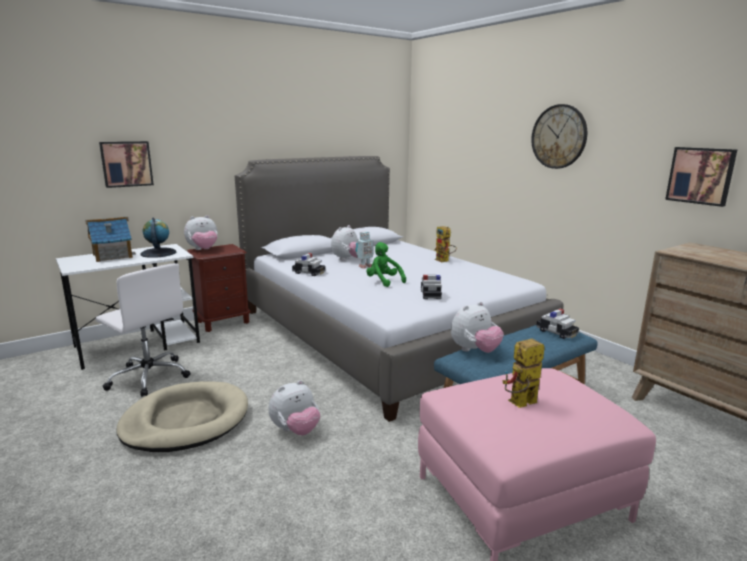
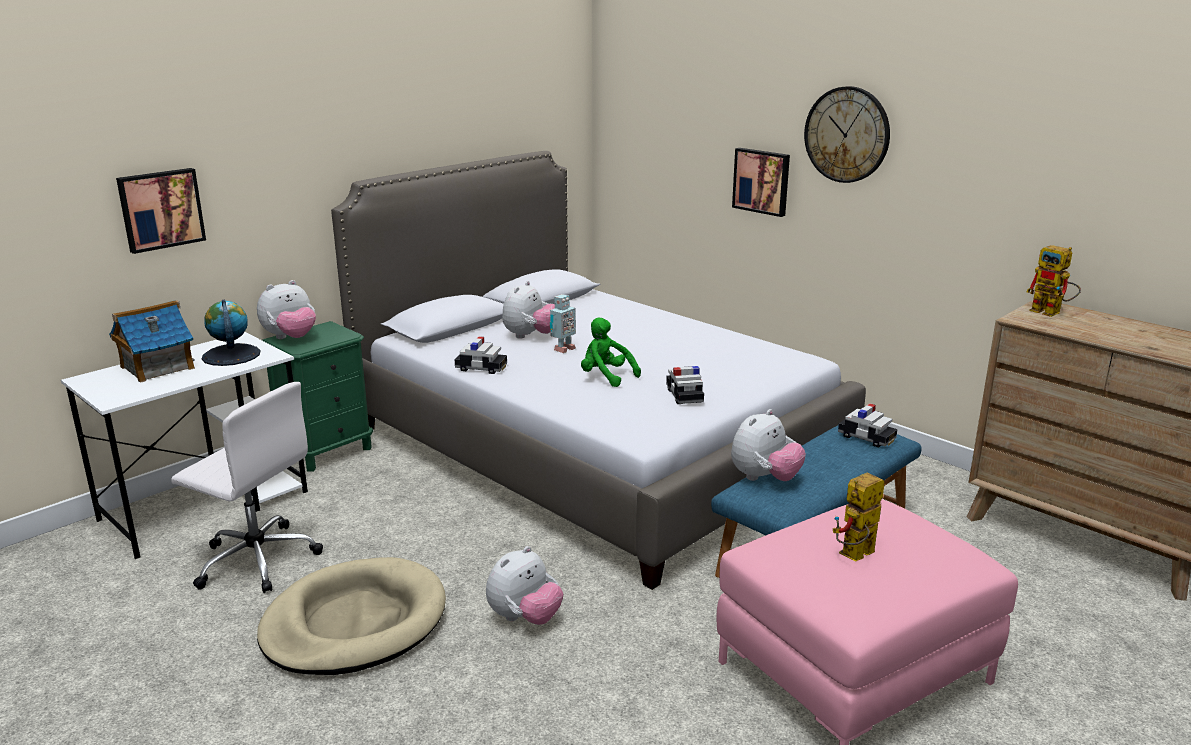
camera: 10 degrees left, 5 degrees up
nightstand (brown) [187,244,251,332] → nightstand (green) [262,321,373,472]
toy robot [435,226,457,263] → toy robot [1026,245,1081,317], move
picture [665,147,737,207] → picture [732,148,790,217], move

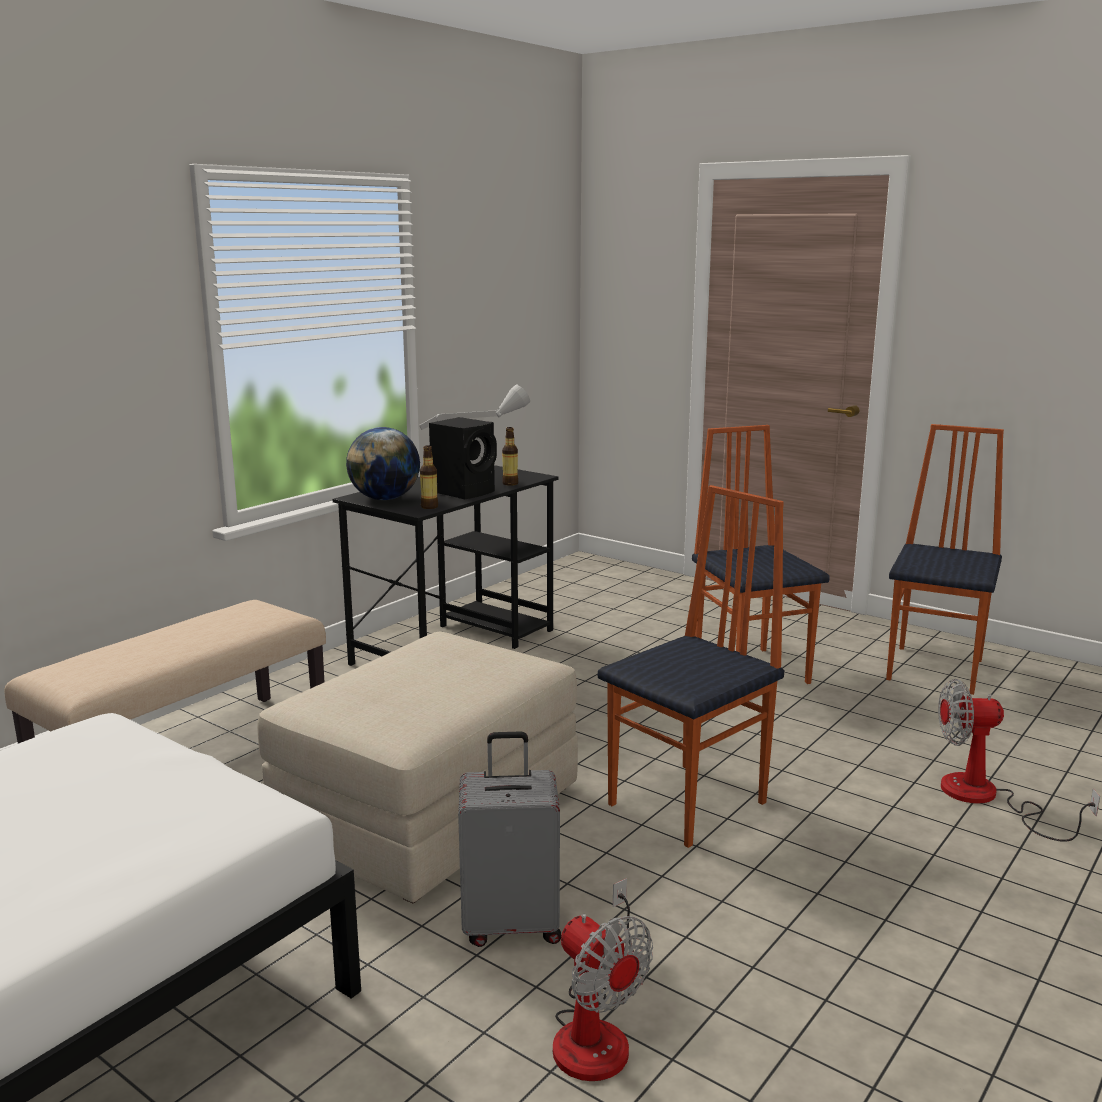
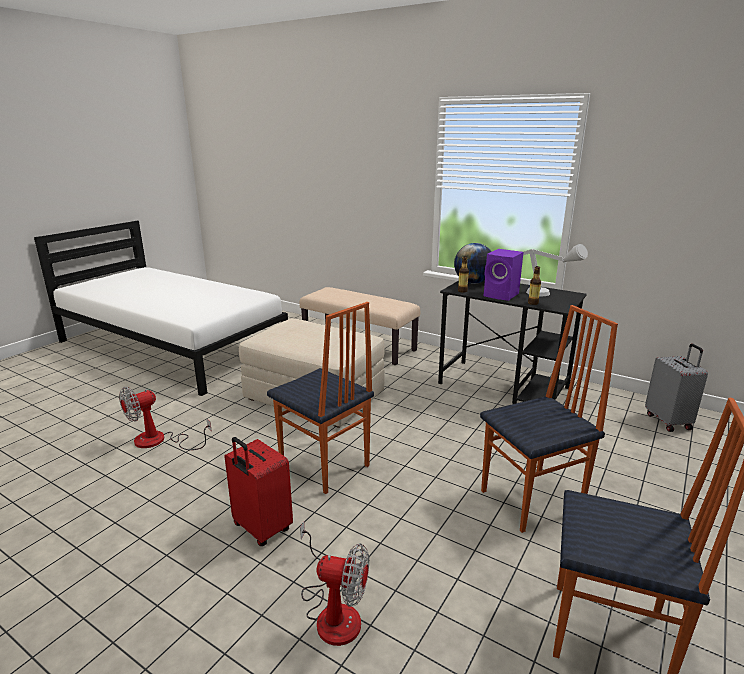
camera: 85 degrees right, 5 degrees up
speaker (black) [429,417,497,499] → speaker (purple) [484,249,524,301]
suitcase (grey) [458,731,561,947] → suitcase (grey) [645,344,708,432], move
fan [938,679,1100,842] → fan [300,521,369,646], 105 degrees clockwise
- → suitcase (red) [224,437,293,546]

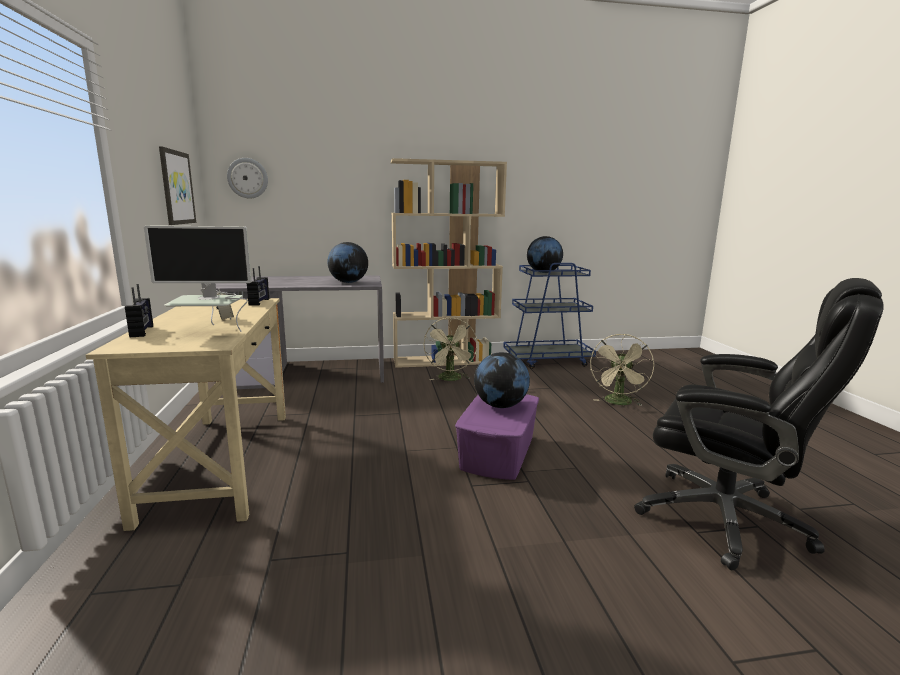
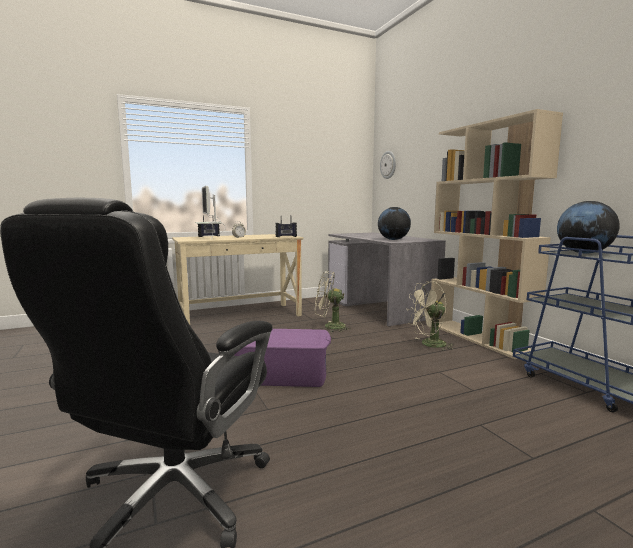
camera: 75 degrees right, 5 degrees down
picture [159,146,196,225] → -
globe [474,352,530,408] → -
fan (beige) [590,334,654,406] → fan (beige) [315,271,352,332], move

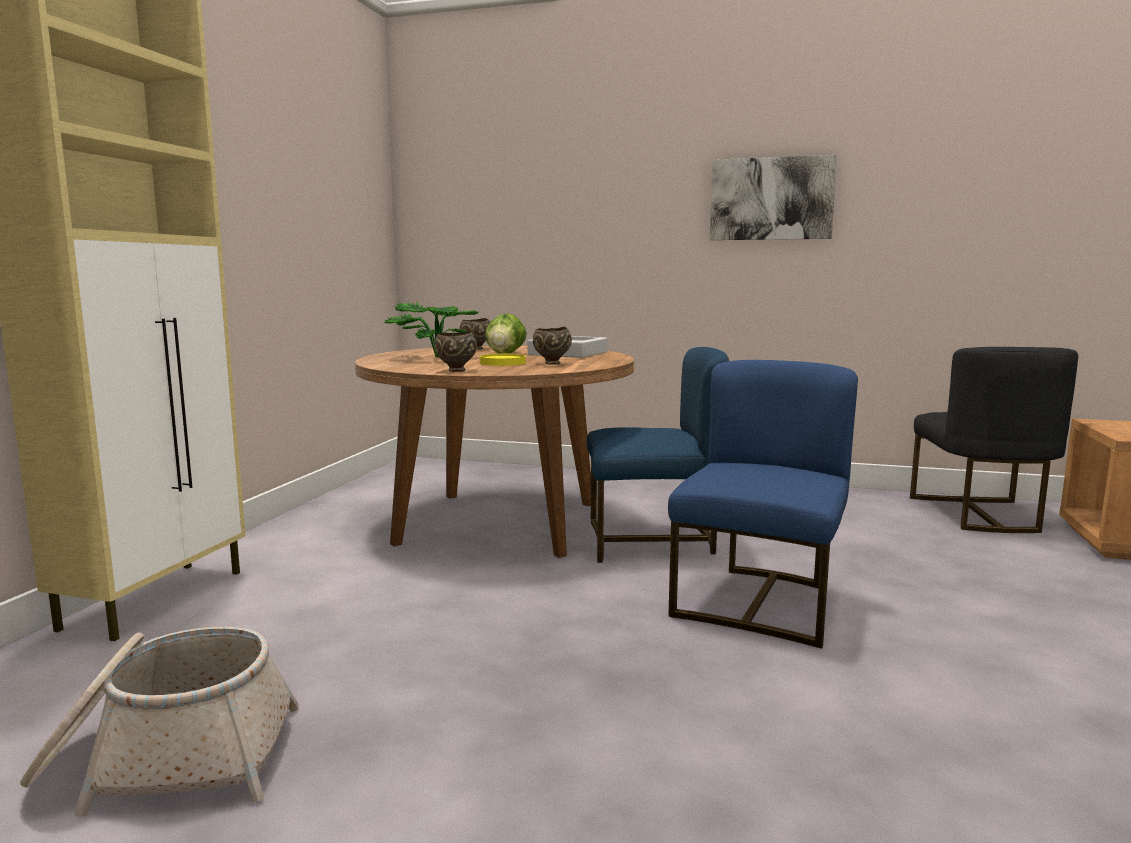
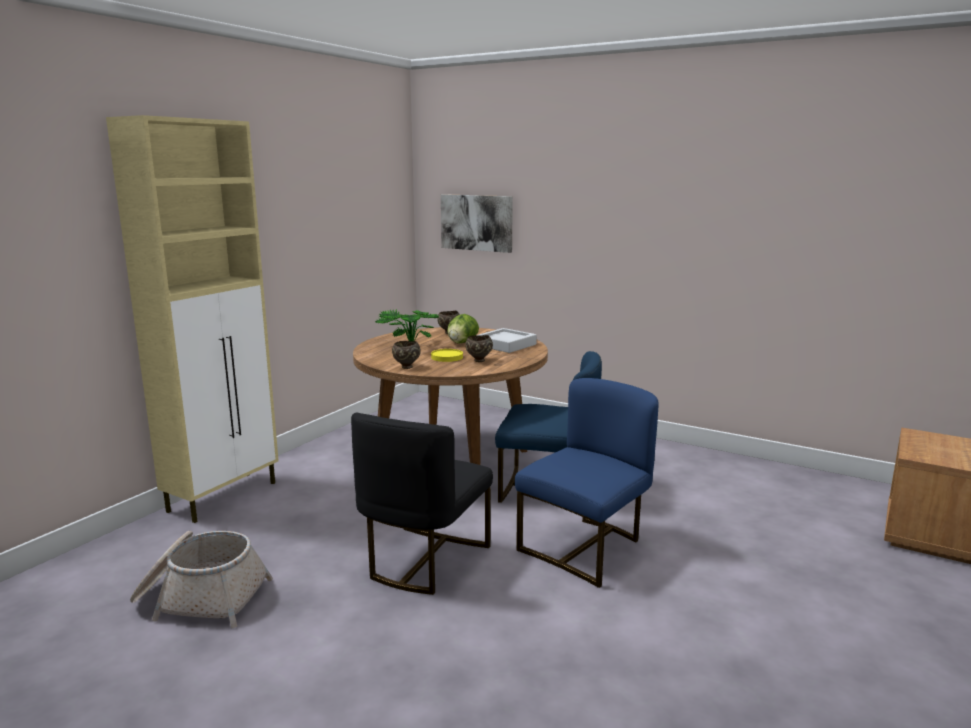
camera: 15 degrees right, 5 degrees up
picture [710,155,837,240] → picture [441,194,513,253], move
chair (black) [910,347,1078,533] → chair (black) [351,412,493,595], move

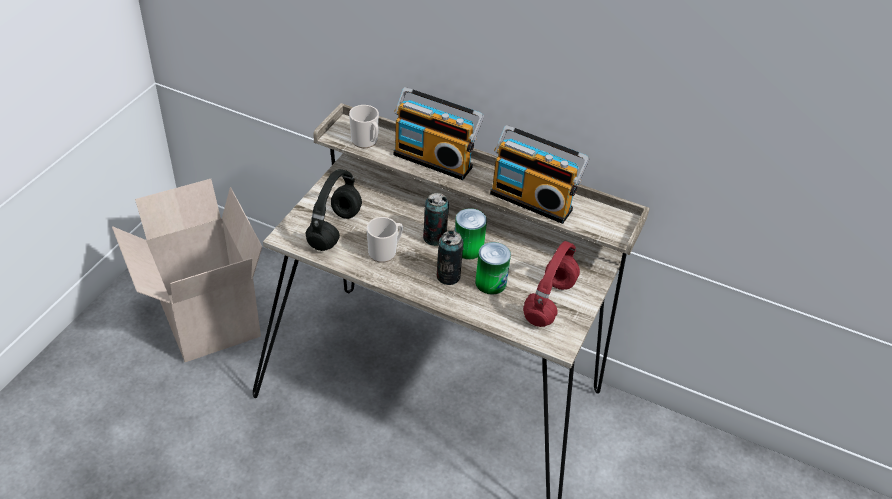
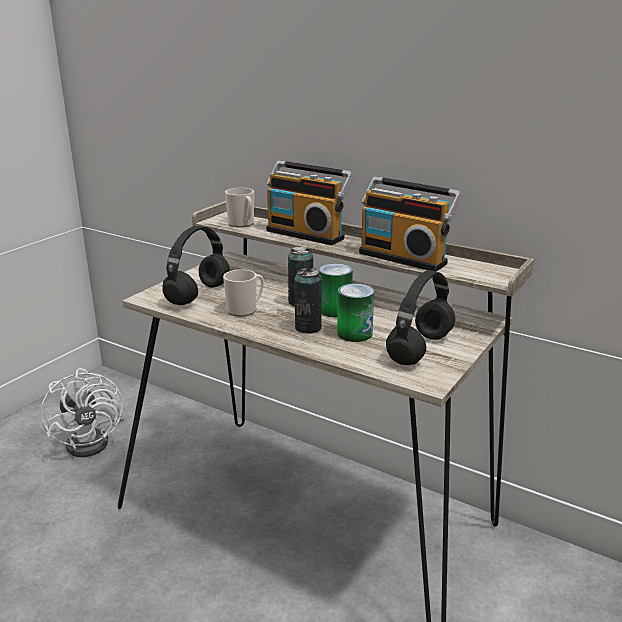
camera: 10 degrees right, 20 degrees down
cardboard box [112,179,262,362] → fan (white) [41,368,125,457]
headphones (red) [523,241,580,327] → headphones (black) [386,270,455,365]

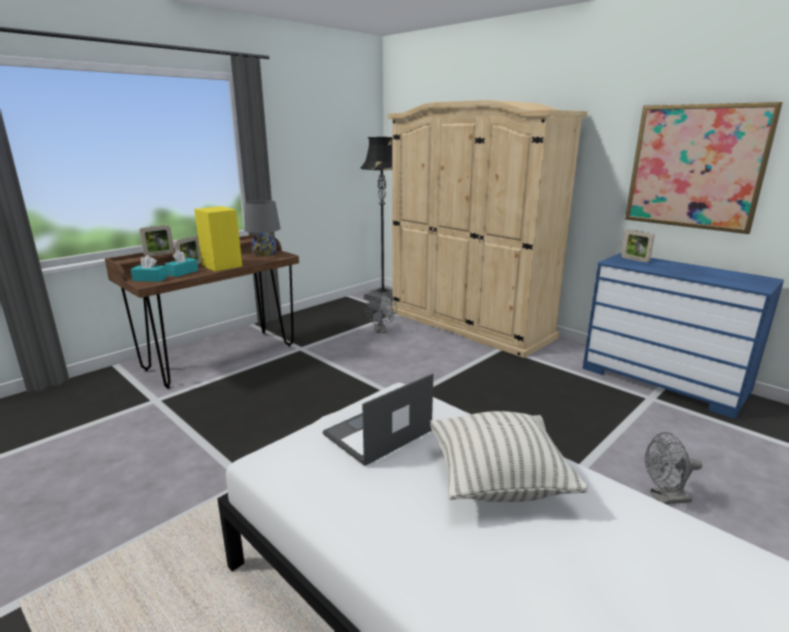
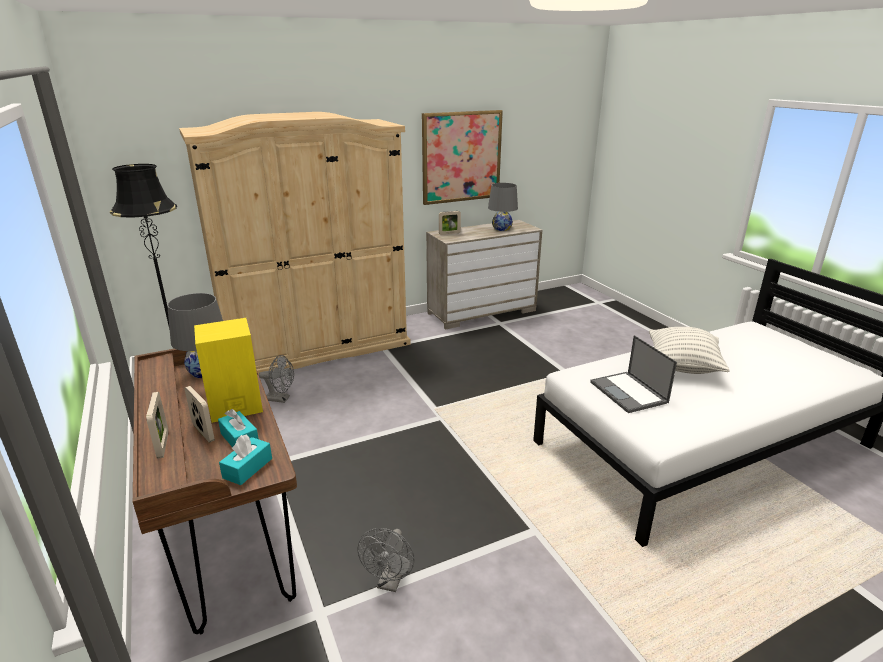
camera: 70 degrees left, 5 degrees up
dresser (blue) [582,253,784,419] → dresser (beige) [426,220,543,330]
fan (grey) [645,432,702,504] → fan (grey) [357,528,415,592], move
- → table lamp (grey) [488,183,518,231]

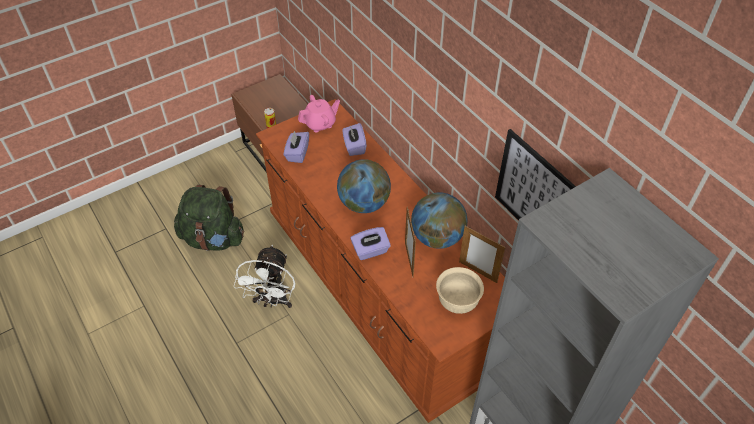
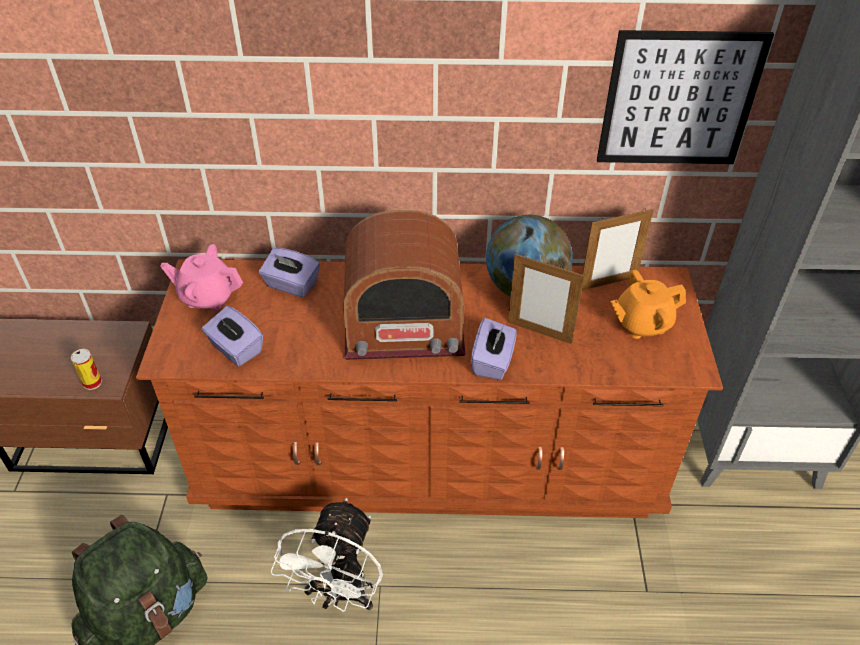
camera: 55 degrees left, 5 degrees down
fan (white) [233,245,296,308] → fan (white) [271,498,383,612], 60 degrees clockwise
teapot (pink) [298,95,340,133] → teapot (pink) [160,244,243,311], 90 degrees counterclockwise
globe [337,159,391,213] → radio [343,210,466,360]
bowl (beige) [436,267,484,314] → teapot (orange) [610,270,686,339]

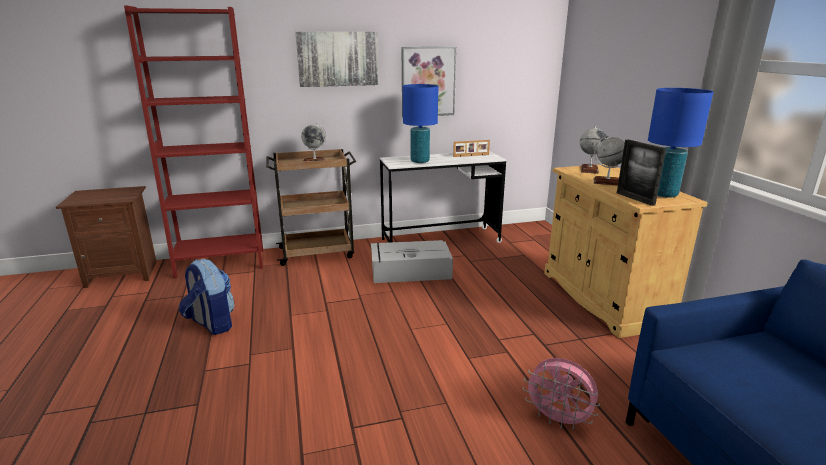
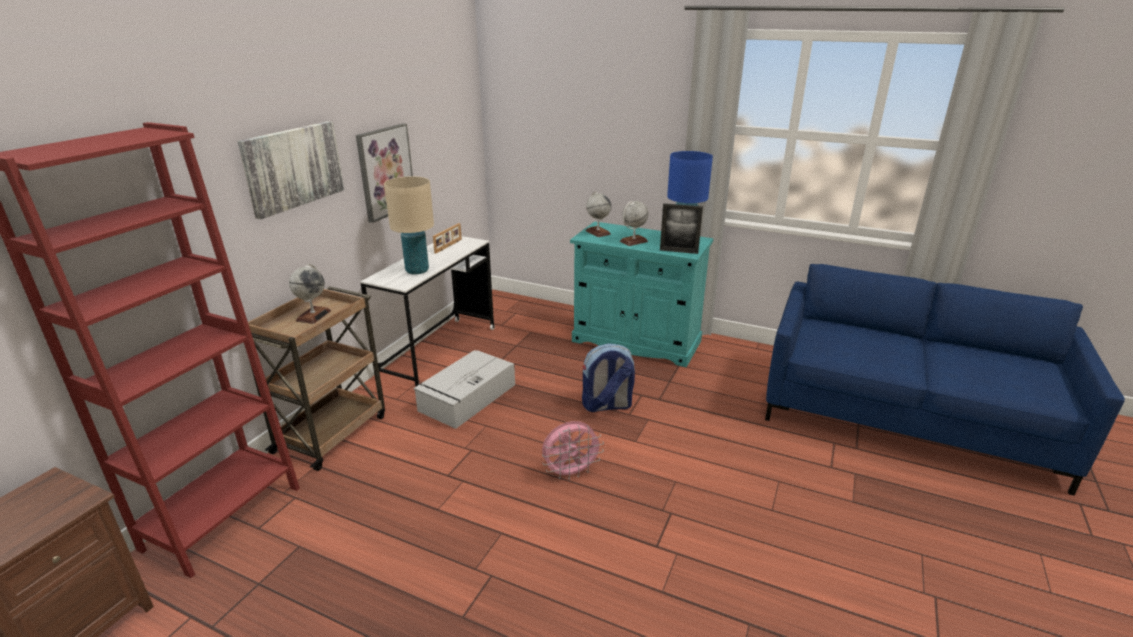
camera: 50 degrees left, 5 degrees up
backpack [179,259,235,335] → backpack [582,343,635,412], move
table lamp (blue) [403,84,438,163] → table lamp (beige) [384,176,434,275]
fan (pink) [523,358,600,430] → fan (pink) [542,421,604,480], move
cabinet (beige) [544,164,708,338] → cabinet (turquoise) [570,221,713,367]

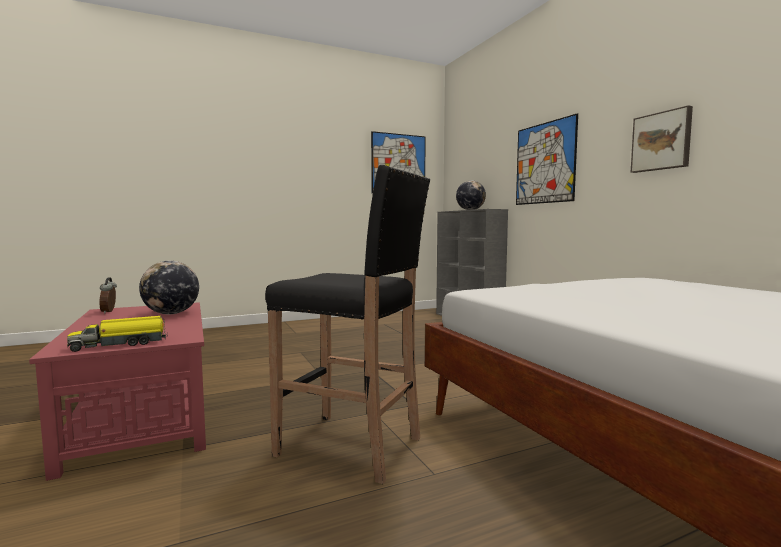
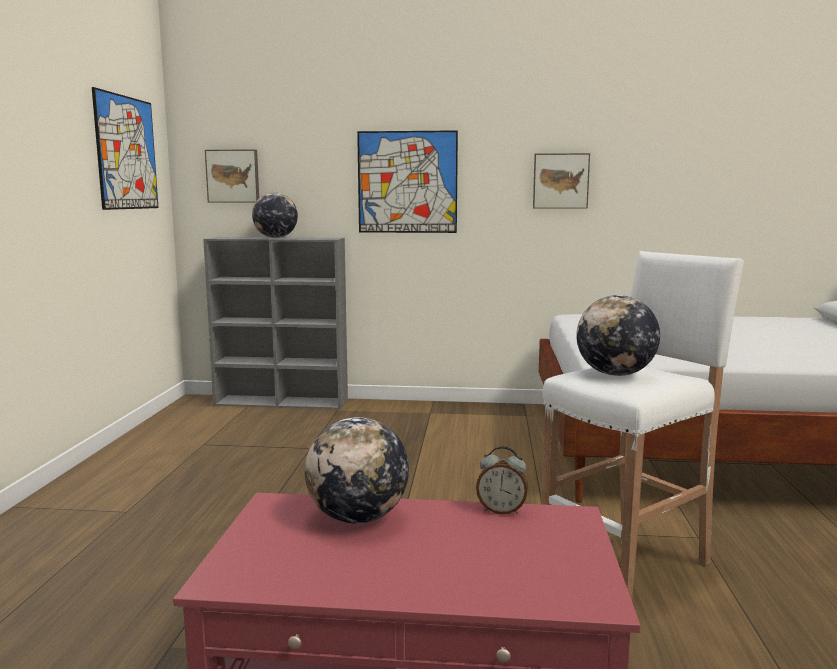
camera: 60 degrees left, 5 degrees up
toy truck [67,316,168,352] → -
alarm clock [99,277,117,314] → alarm clock [476,446,528,514], move
stool (black) [265,165,430,484] → stool (white) [541,251,744,600]
- → picture [205,149,259,203]
- → globe [576,295,660,376]

